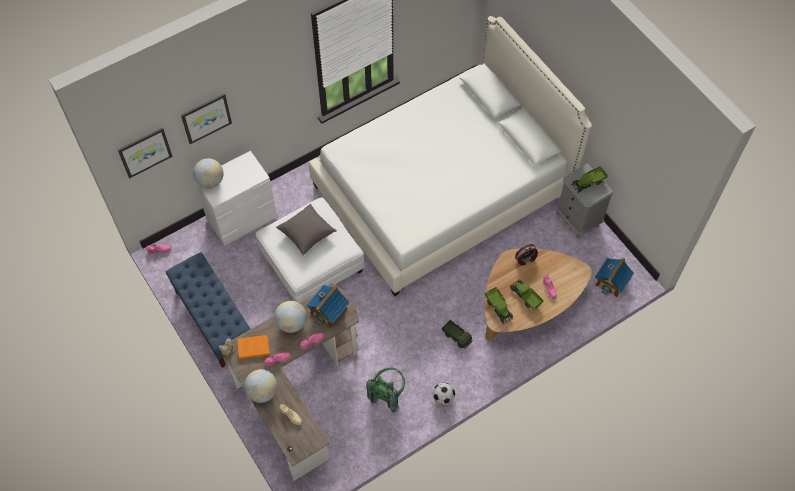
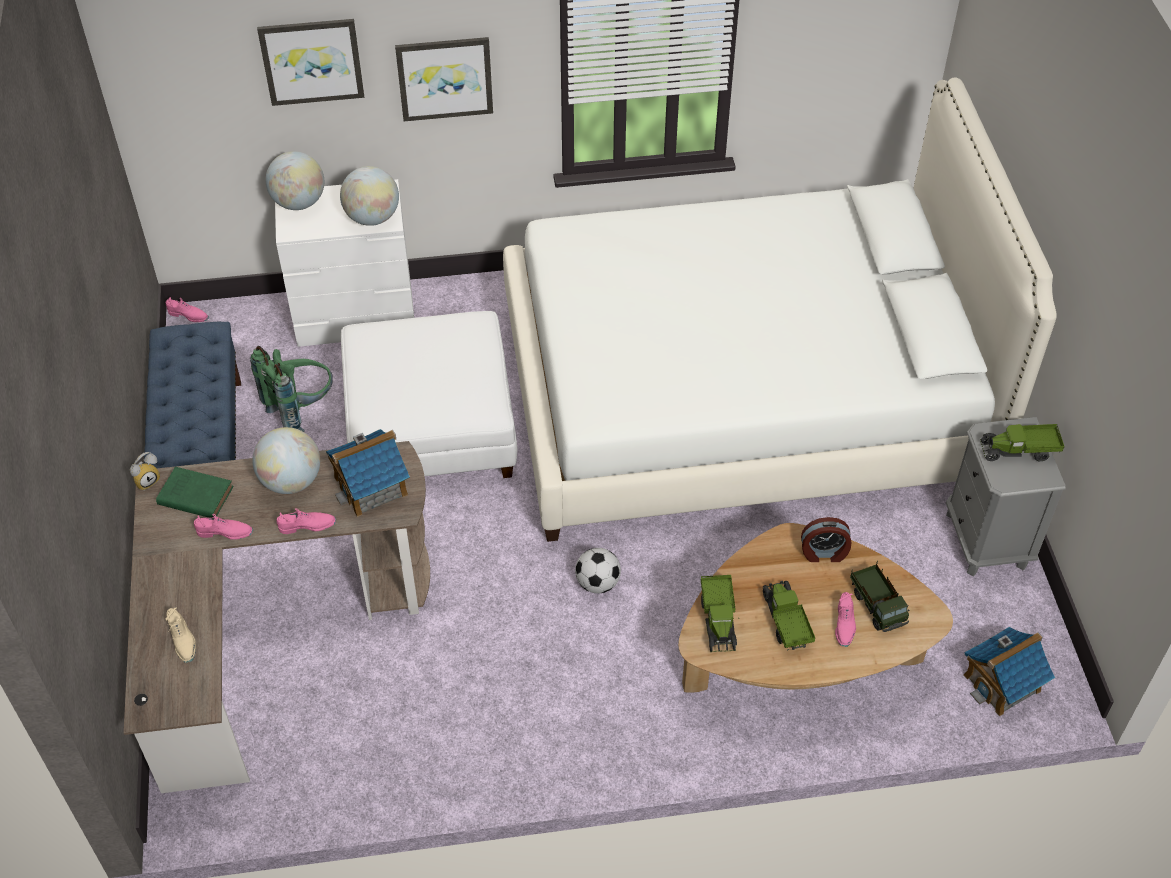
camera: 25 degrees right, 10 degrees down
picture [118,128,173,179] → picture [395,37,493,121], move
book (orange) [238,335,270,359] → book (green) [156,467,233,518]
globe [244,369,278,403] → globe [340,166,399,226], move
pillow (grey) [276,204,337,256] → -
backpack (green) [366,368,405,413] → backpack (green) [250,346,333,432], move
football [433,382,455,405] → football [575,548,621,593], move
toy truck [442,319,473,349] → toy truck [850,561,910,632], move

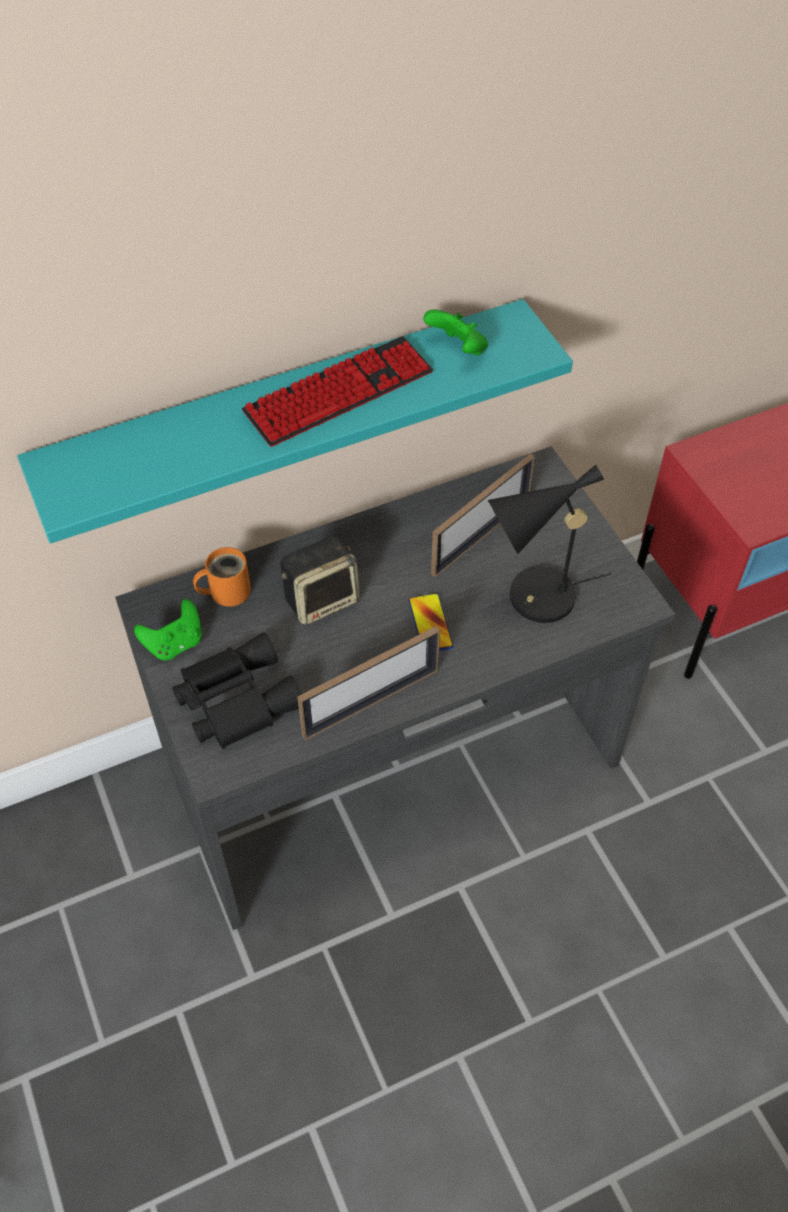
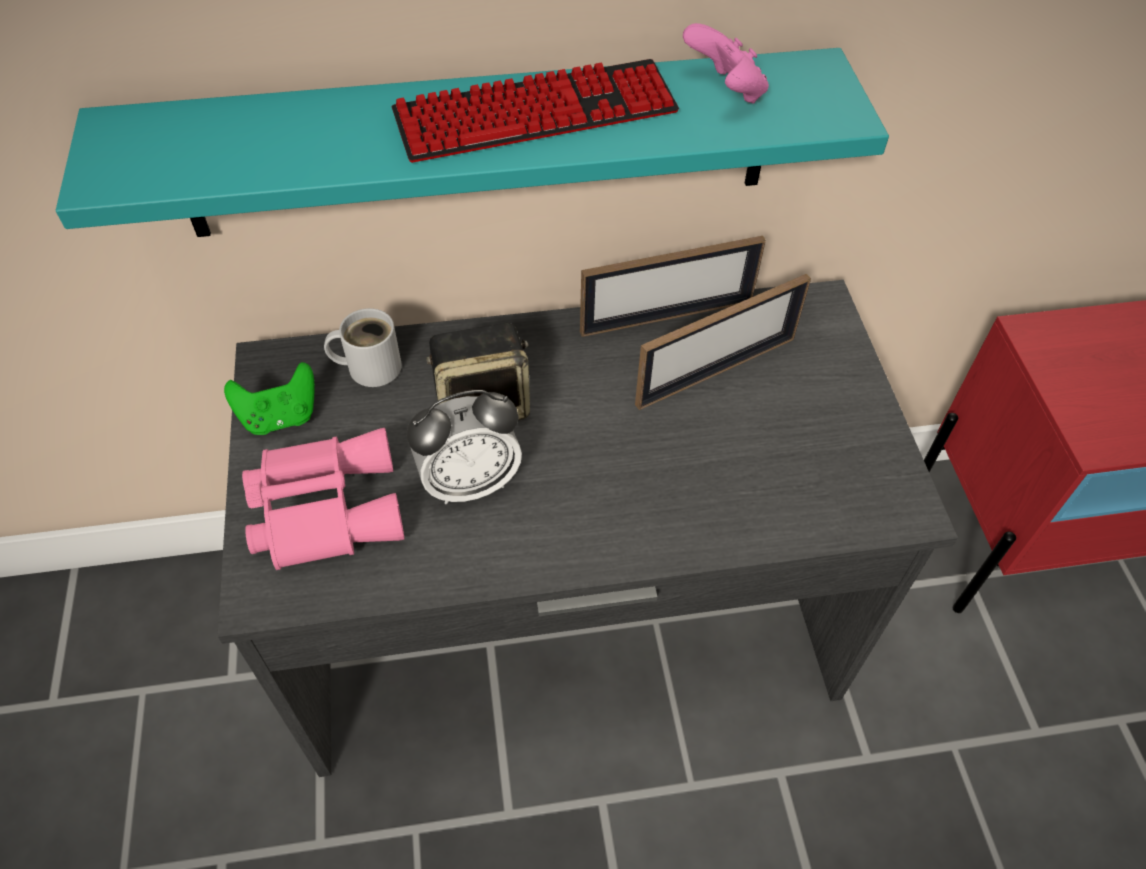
camera: 15 degrees right, 0 degrees up
binoculars (black) [172,632,302,749] → binoculars (pink) [242,428,404,570]
mug (orange) [193,547,251,607] → mug (white) [324,308,402,387]
picture frame [297,626,440,740] → picture frame [580,236,766,337], move
phone [408,593,453,651] → -
game controller (green) [423,309,488,355] → game controller (pink) [683,23,769,104]
table lamp (black) [488,465,611,623] → -
- → alarm clock [407,390,522,504]

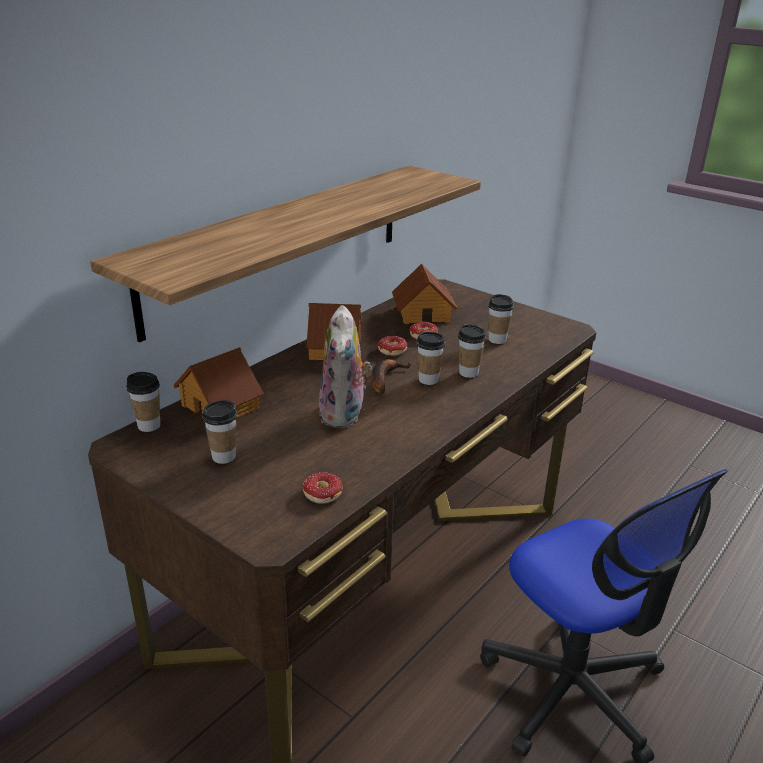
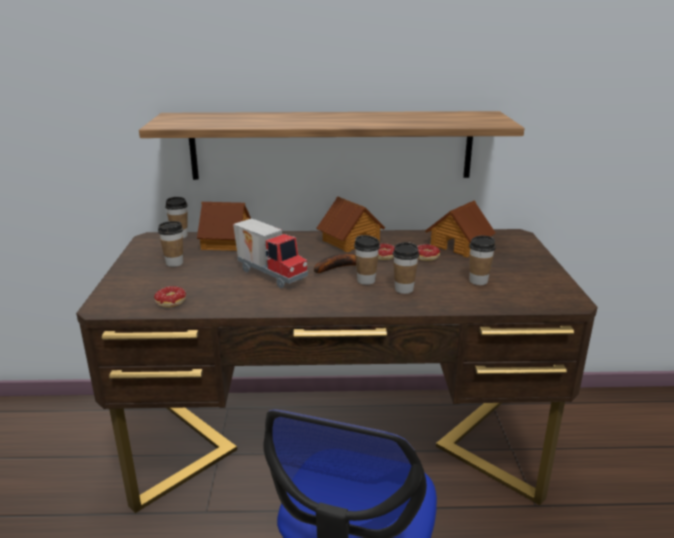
camera: 50 degrees right, 5 degrees down
plush toy [319,305,372,428] → toy truck [233,219,308,288]

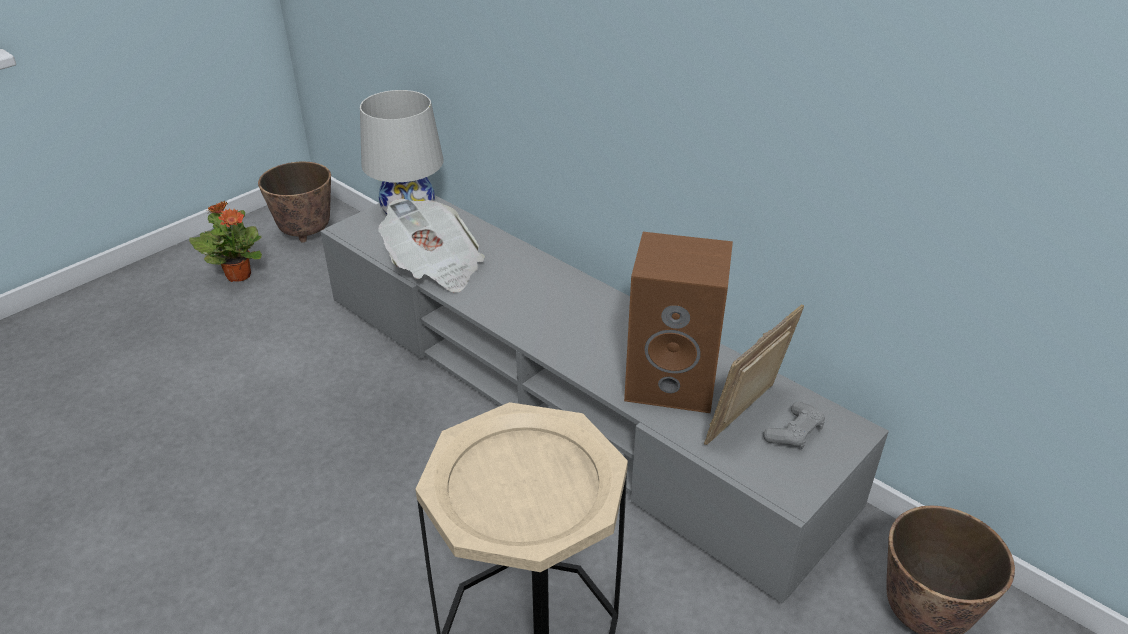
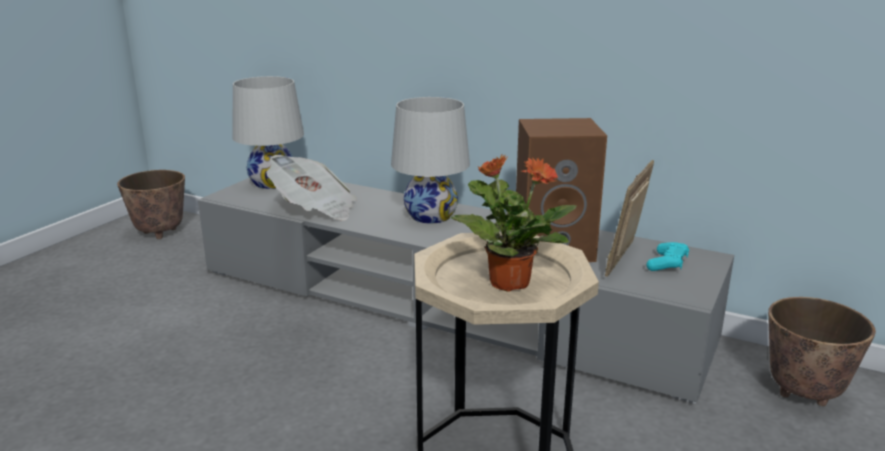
camera: 15 degrees left, 15 degrees down
potted plant [189,201,262,282] → potted plant [451,154,577,292], move
game controller (grey) [763,402,825,449] → game controller (turquoise) [647,242,689,271]
- → table lamp (white) [391,97,470,223]

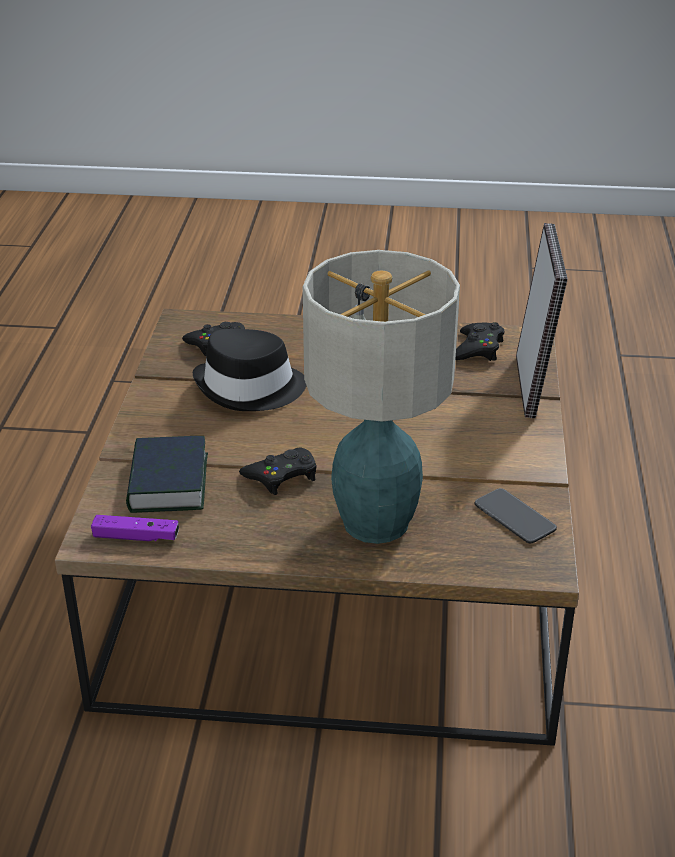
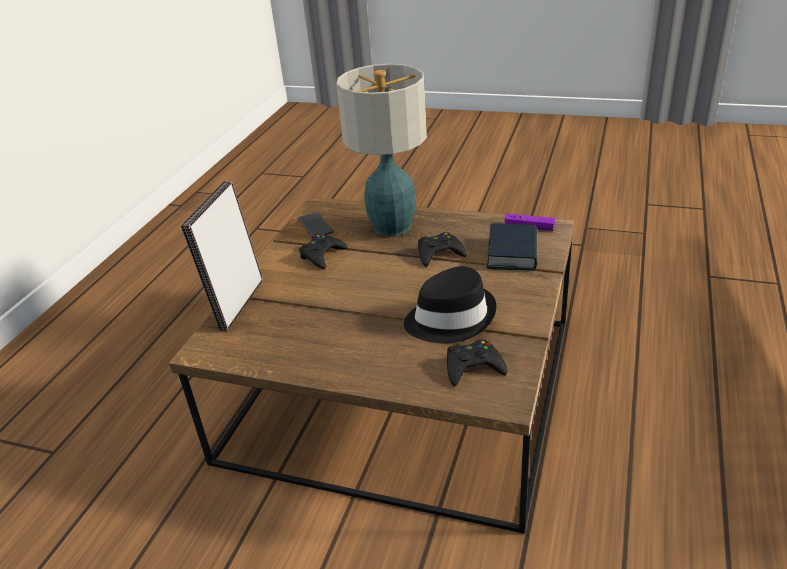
camera: 165 degrees left, 0 degrees up
game controller (black) [455,322,504,361] → game controller (black) [299,234,348,269], move

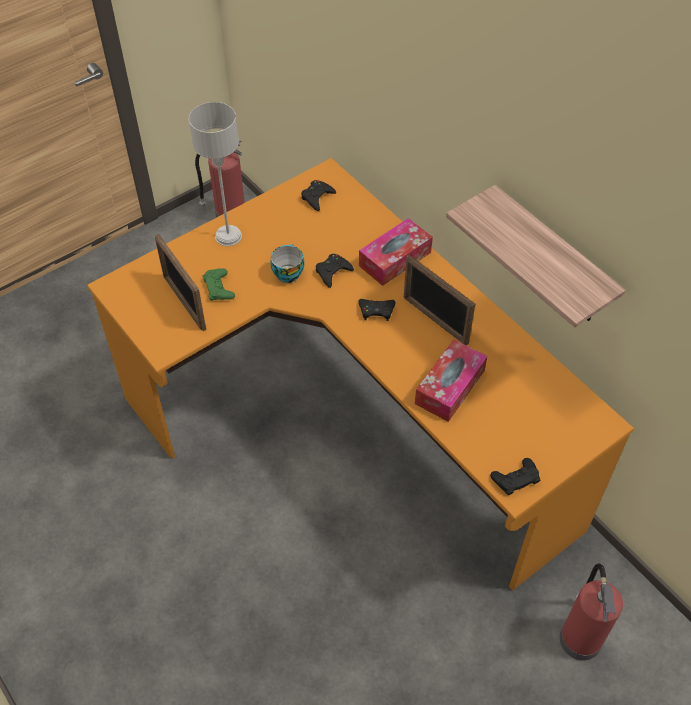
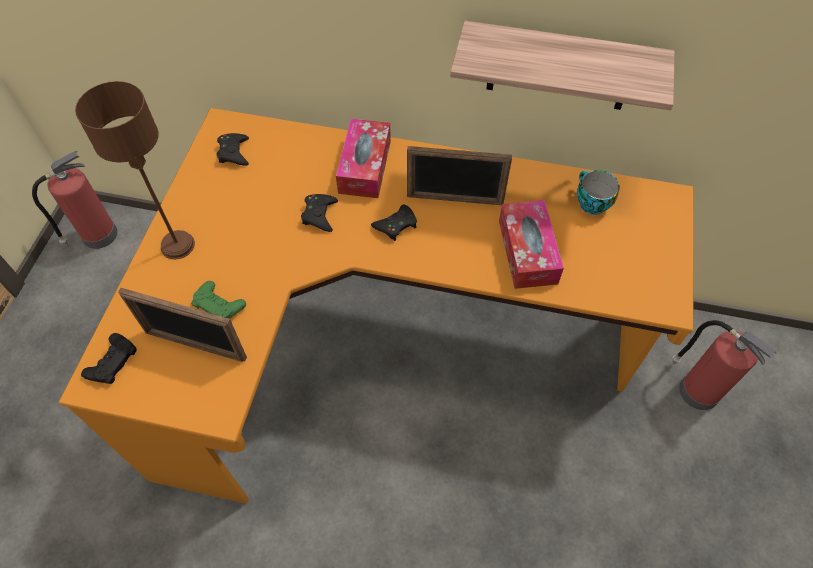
camera: 40 degrees left, 5 degrees up
table lamp (grey) [189,102,242,246] → table lamp (brown) [75,81,195,259]
cup [270,244,304,283] → cup [577,170,620,215], move
game controller (black) [490,458,540,495] → game controller (black) [81,333,137,384], move

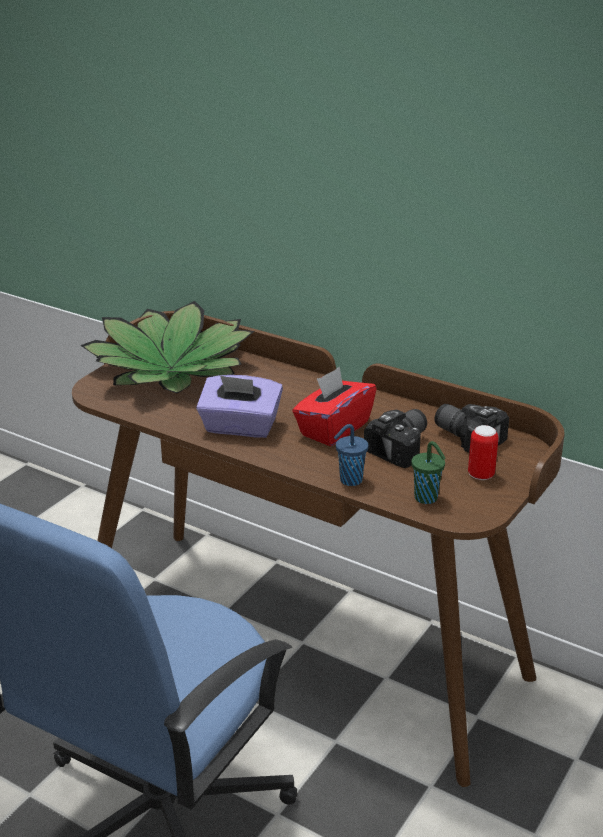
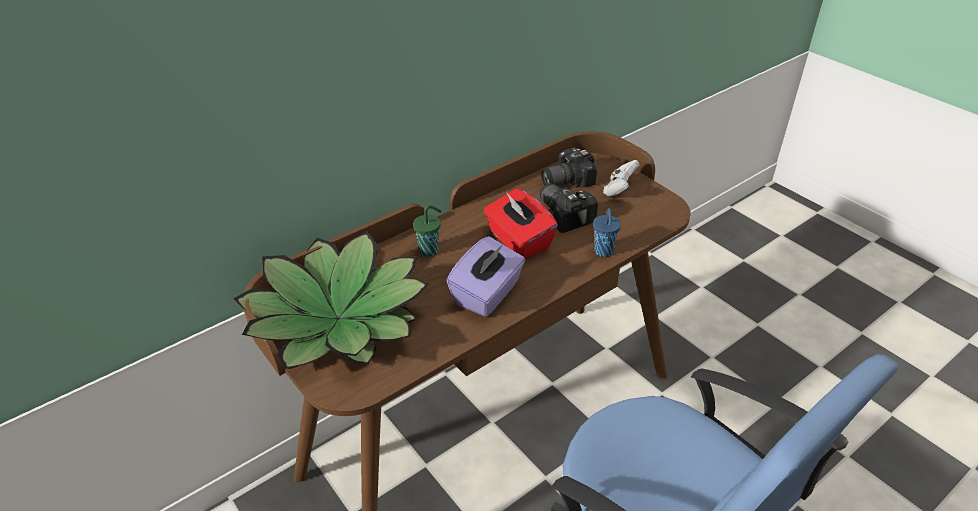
camera: 70 degrees left, 10 degrees up
cup (green) [411,441,445,504] → cup (green) [413,205,442,257], move
can [468,425,499,480] → game controller (white) [603,160,639,197]

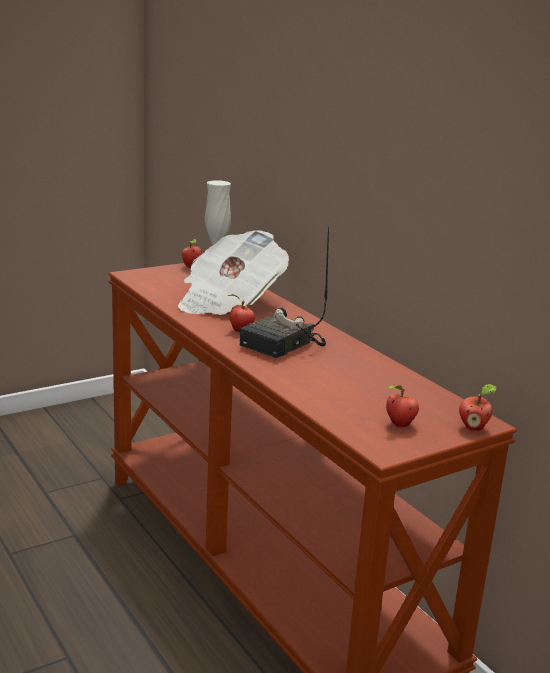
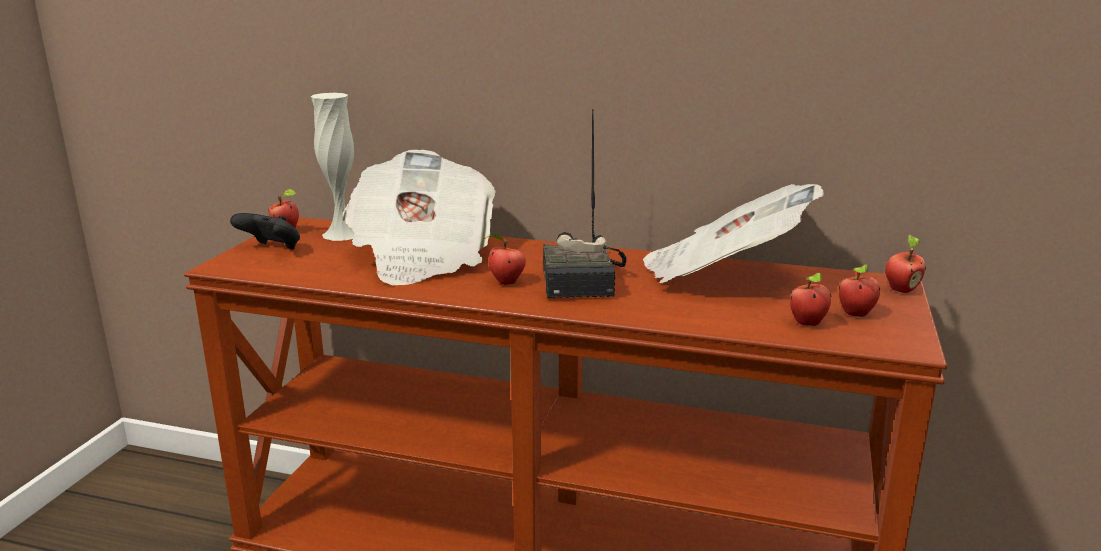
camera: 40 degrees left, 0 degrees up
- → game controller (black) [230,213,300,250]
- → newspaper [643,184,824,283]
- → apple [790,272,831,326]

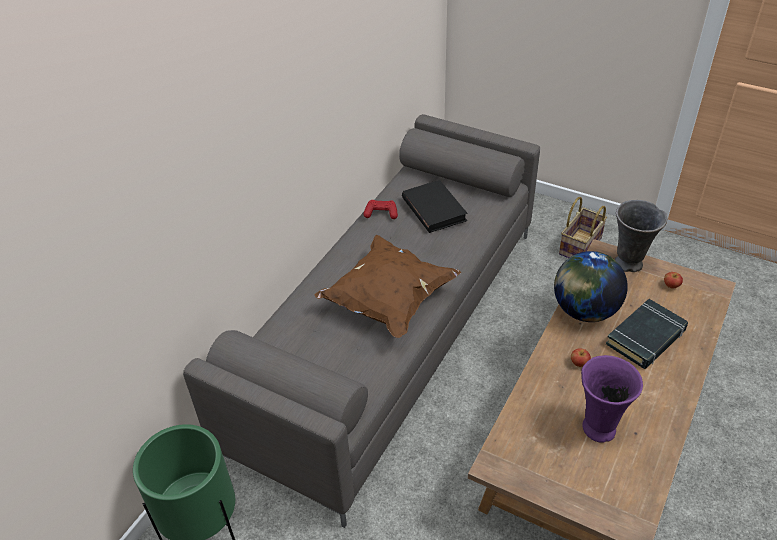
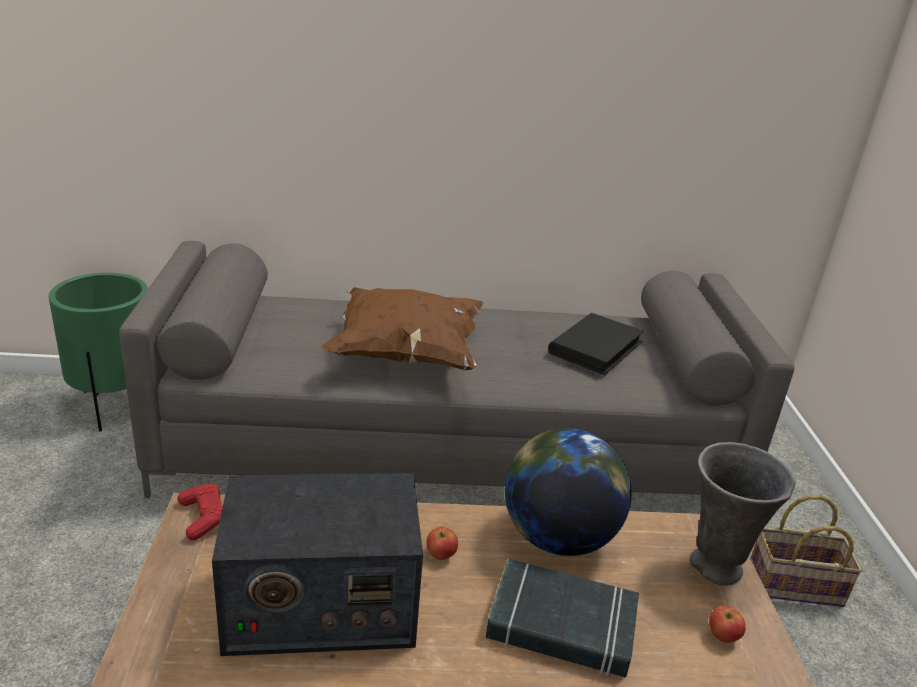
camera: 55 degrees right, 15 degrees down
game controller (red) [363,200,398,219] → game controller (red) [178,484,223,540], move
vase (purple) [581,355,643,443] → radio [212,473,423,656]

